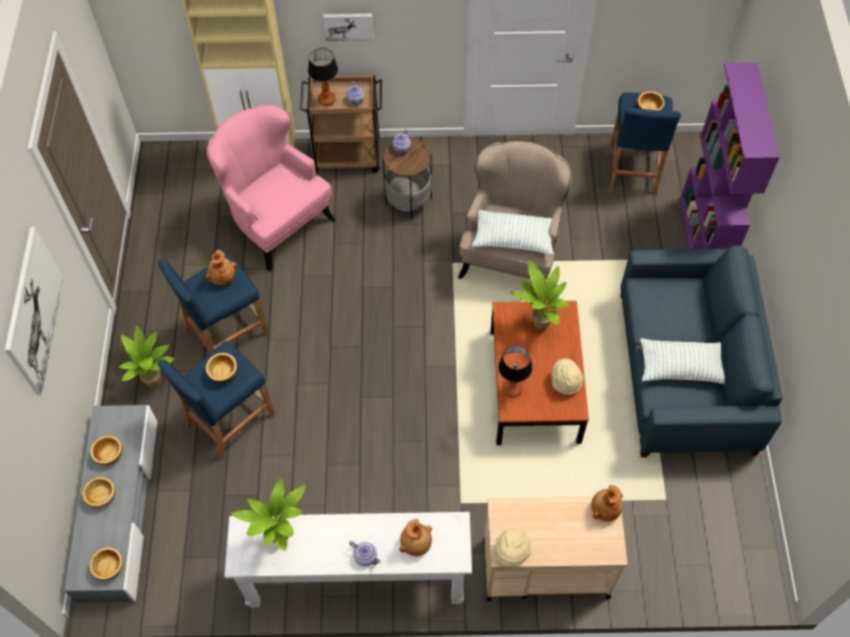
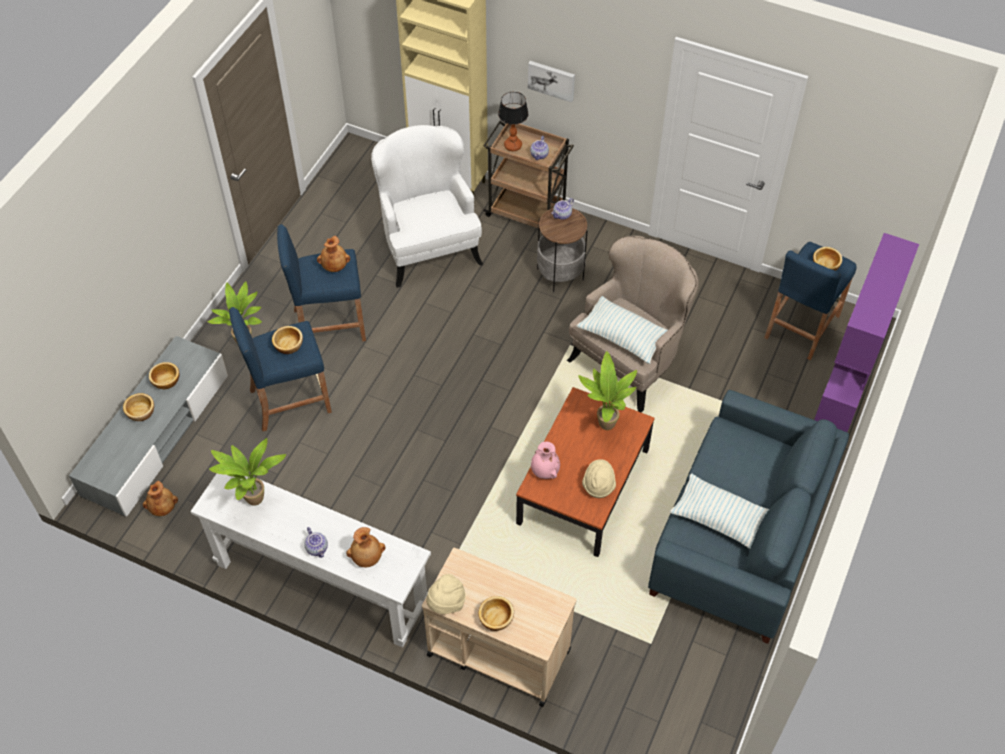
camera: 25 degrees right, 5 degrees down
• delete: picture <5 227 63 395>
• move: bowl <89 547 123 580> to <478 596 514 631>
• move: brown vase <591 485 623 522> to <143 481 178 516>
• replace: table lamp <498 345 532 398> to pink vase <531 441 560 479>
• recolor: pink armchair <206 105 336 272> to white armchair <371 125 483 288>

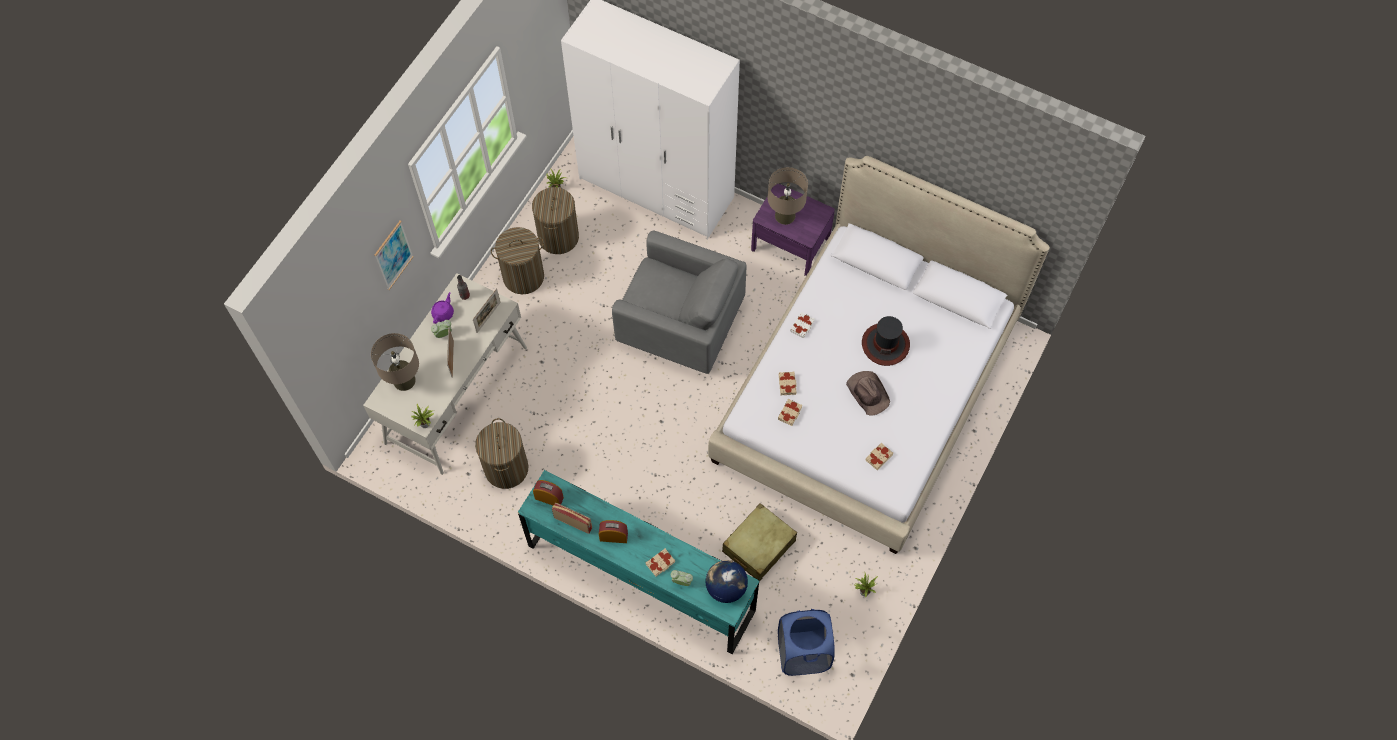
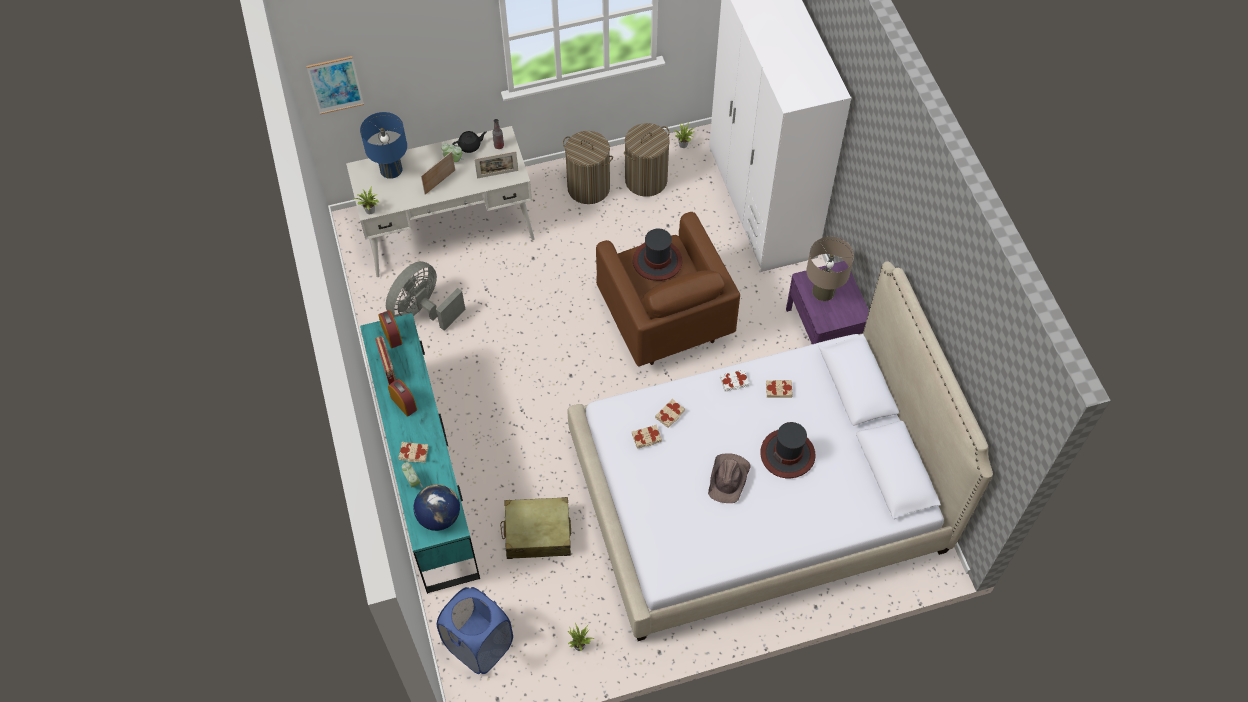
camera: 45 degrees right, 5 degrees down
• insert: hat <633 228 682 281>
• move: picture <374 220 414 290> to <306 56 364 114>
• move: beige book <865 443 893 470> to <766 380 793 398>
• replace: laundry basket <475 418 528 489> to grey fan <386 261 465 331>
• recolor: beige table lamp <371 333 419 391> to blue table lamp <360 112 407 179>
• recolor: purple teapot <431 292 454 324> to black teapot <452 131 487 153>
• recolor: grey armchair <612 231 746 374> to brown armchair <596 212 740 366>

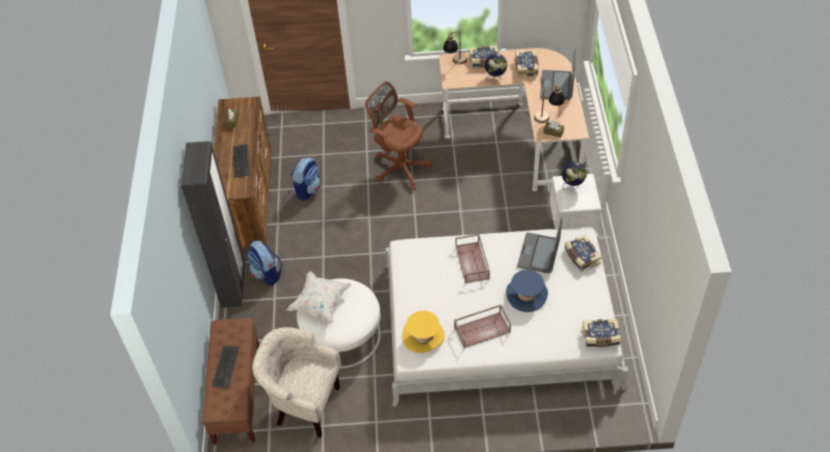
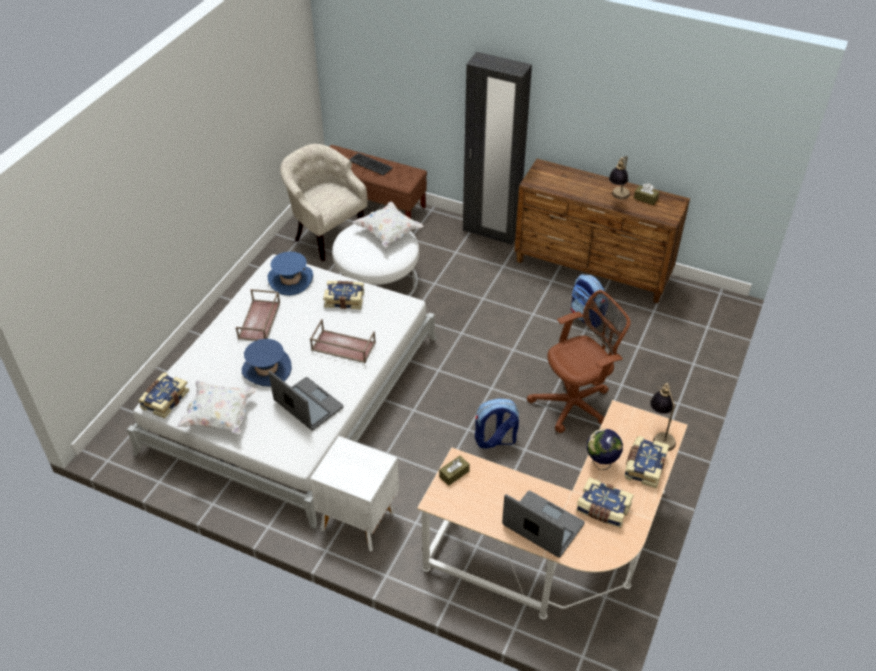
camera: 115 degrees right, 5 degrees down
• delete: keyboard <233 144 250 178>
• delete: globe <562 161 586 190>
• insert: white pillow <177 380 257 434>
• move: backpack <247 241 282 286> to <475 398 519 449>
• move: table lamp <534 84 565 123> to <609 156 630 199>
• move: book <564 235 602 271> to <323 281 364 309>
• recolor: yellow hat <402 311 445 353> to blue hat <267 252 313 296>
• rotate: beige armchair <252 327 341 437> = <280 144 368 261> 90 degrees counterclockwise

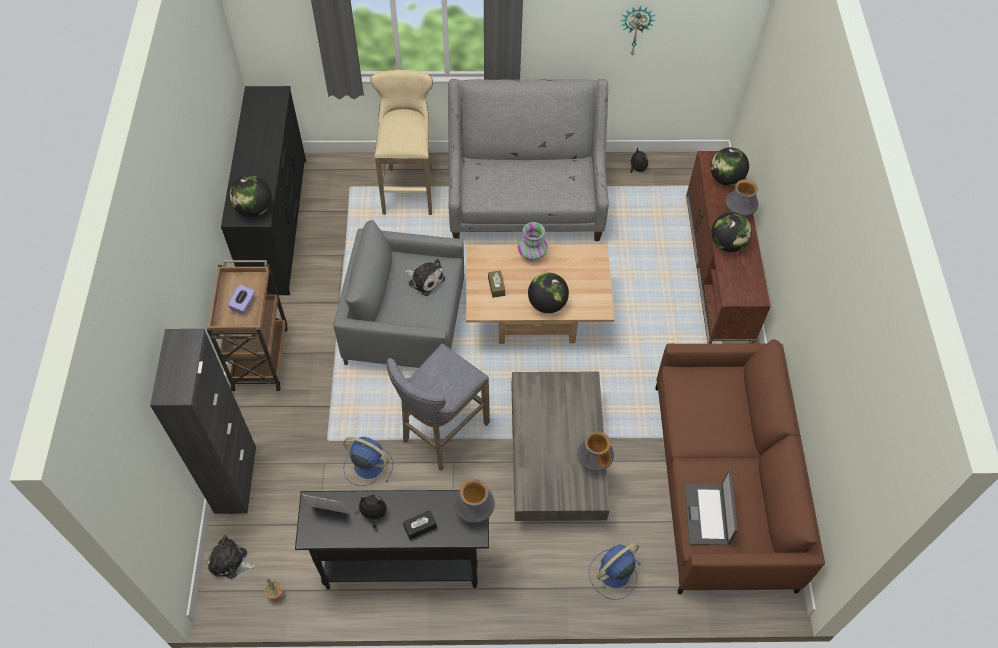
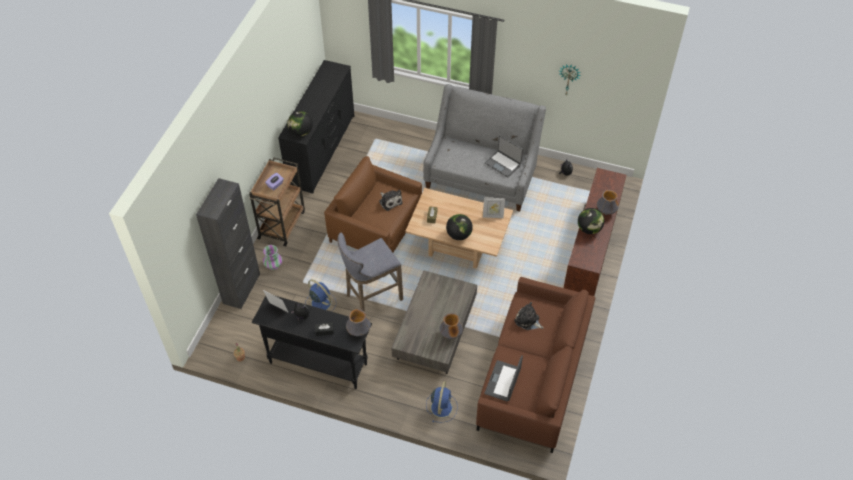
camera: 20 degrees right, 5 degrees down
• delete: beige stool <371 70 433 215>
• delete: globe <710 147 749 186>
• insert: picture frame <483 197 505 218>
• insert: laptop <485 136 523 178>
• move: plush toy <208 535 256 579> to <514 302 544 330>
• move: vase <518 222 548 261> to <263 245 282 270>
• recolor: grey armchair <333 220 464 368> to brown armchair <324 156 422 252>
• rotate: blue fan <588 543 641 600> = <426 381 458 423> 120 degrees clockwise

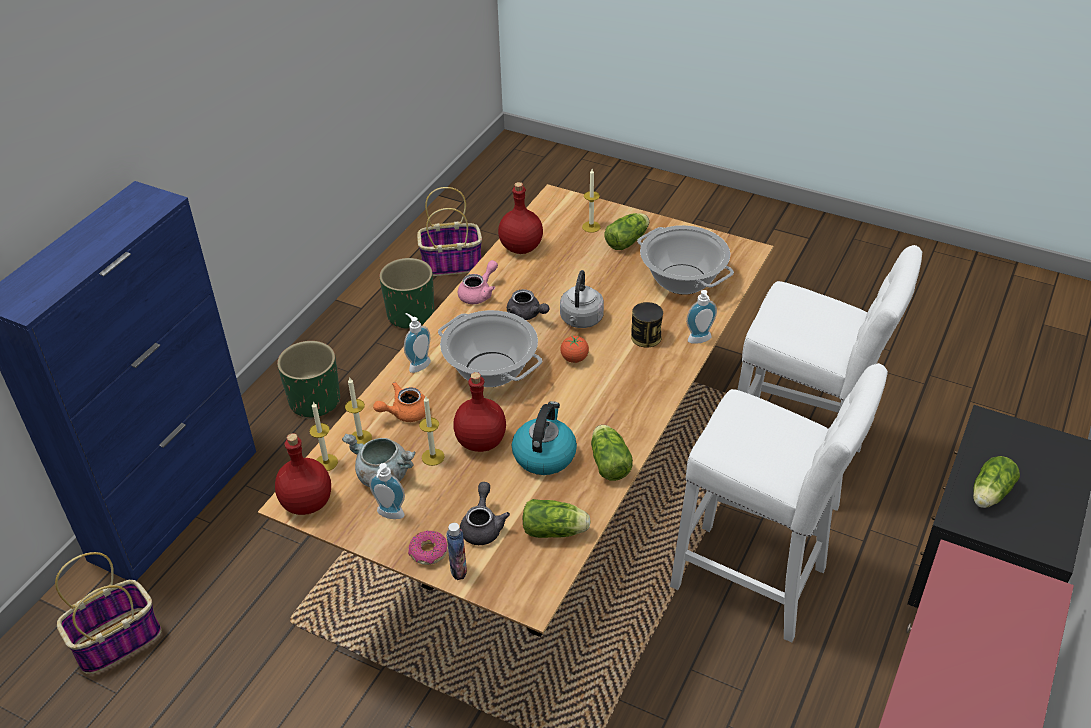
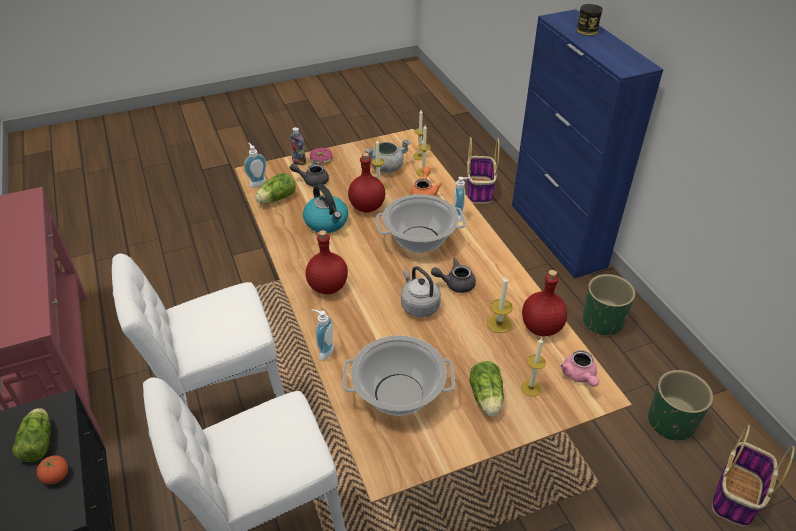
camera: 130 degrees right, 0 degrees up
• delete: lettuce <591 425 633 481>
• insert: candle <487 276 513 333>
• move: red bottle <275 433 331 515> to <306 230 348 294>
• move: soap dispenser <369 463 405 519> to <244 143 267 188>
• move: pink teapot <458 260 498 304> to <560 350 599 387>
• move: tomato <560 336 589 363> to <37 455 68 484>
• move: can <631 302 663 348> to <577 4 603 36>
• rotate: grey teapot <460 482 510 545> = <289 159 329 186> 135 degrees clockwise

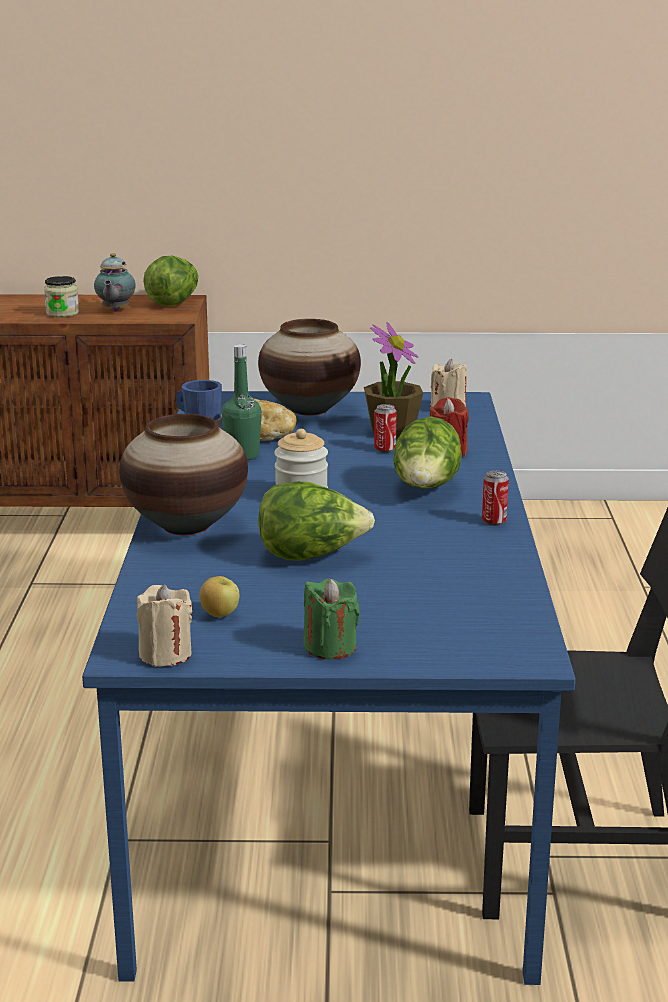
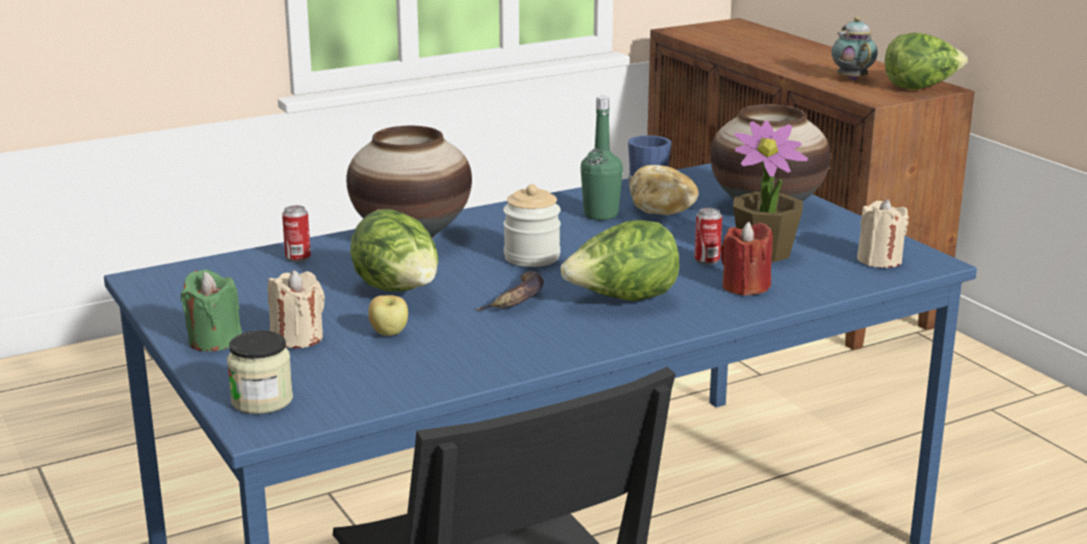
camera: 60 degrees right, 0 degrees up
• insert: banana <474 271 544 311>
• move: jar <44 276 79 317> to <227 330 293 414>
• move: beige candle <137 584 192 667> to <268 270 325 348>
• move: apple <199 576 239 617> to <368 295 408 336>
• move: can <482 470 509 526> to <282 205 311 262>
• rotate: teapot <94 253 136 311> = <831 17 878 81> 105 degrees clockwise

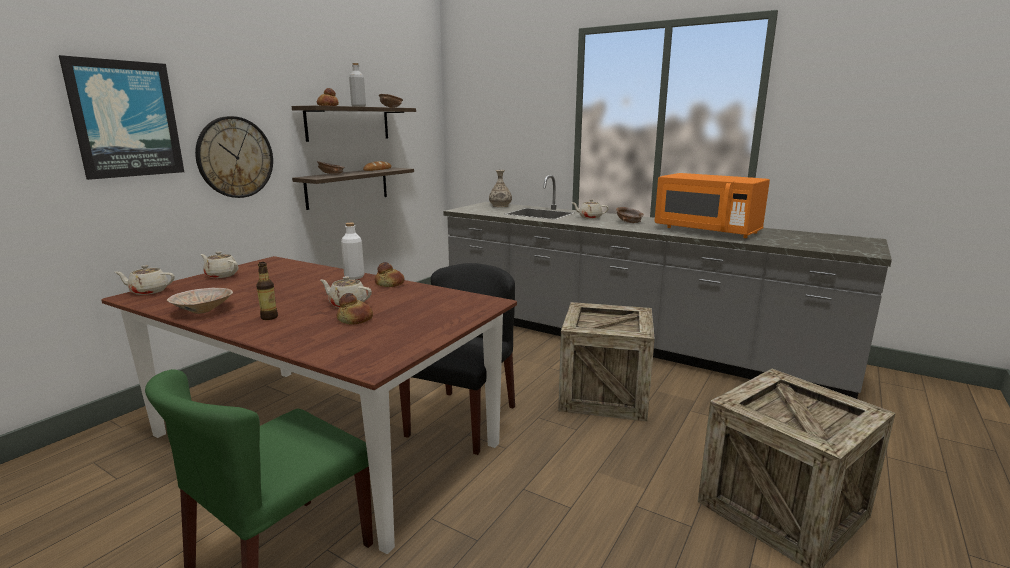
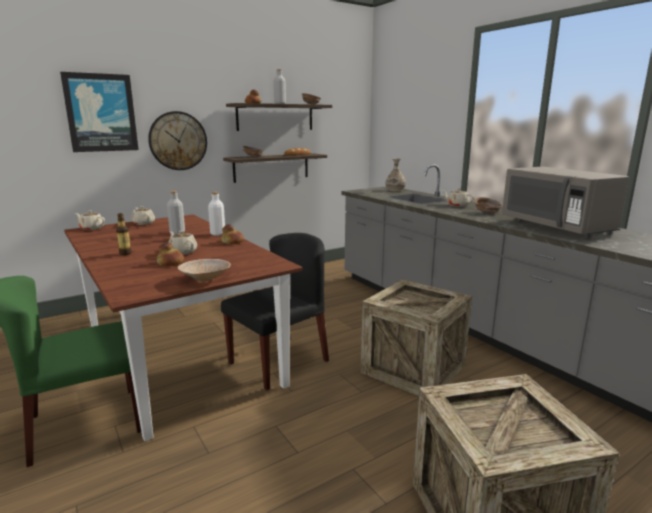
camera: 25 degrees right, 0 degrees up
• insert: grey bottle <167 191 185 234>
• move: beige bowl <167 288 233 314> to <178 259 231 282>
• recolor: orange microwave <655 173 770 238> to grey microwave <502 167 630 238>

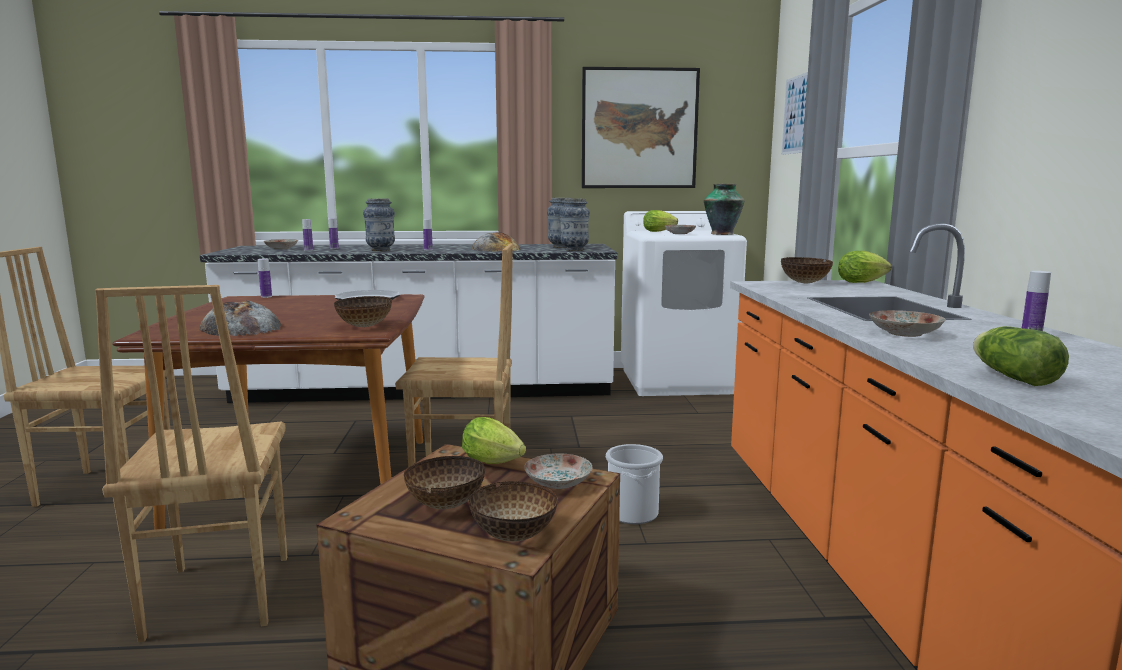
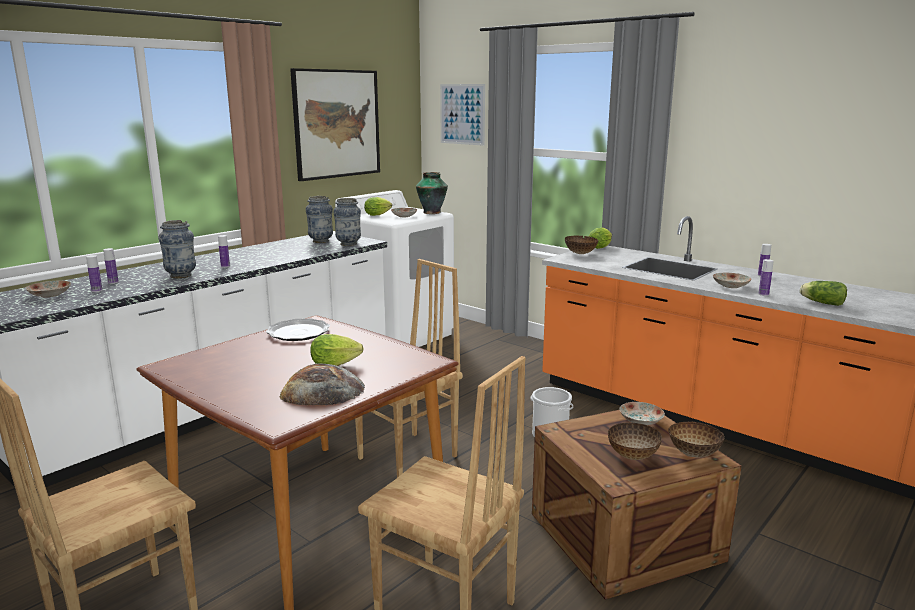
camera: 45 degrees left, 5 degrees up
• delete: bowl <333 296 392 327>
• delete: bread <471 232 520 252>
• move: bottle <258 259 272 298> to <758 259 773 296>
• move: lettuce <462 417 526 464> to <310 334 364 366>

